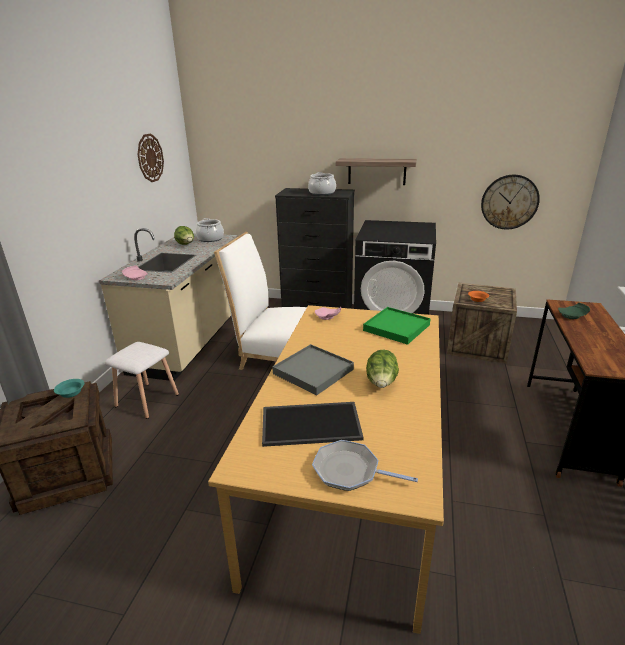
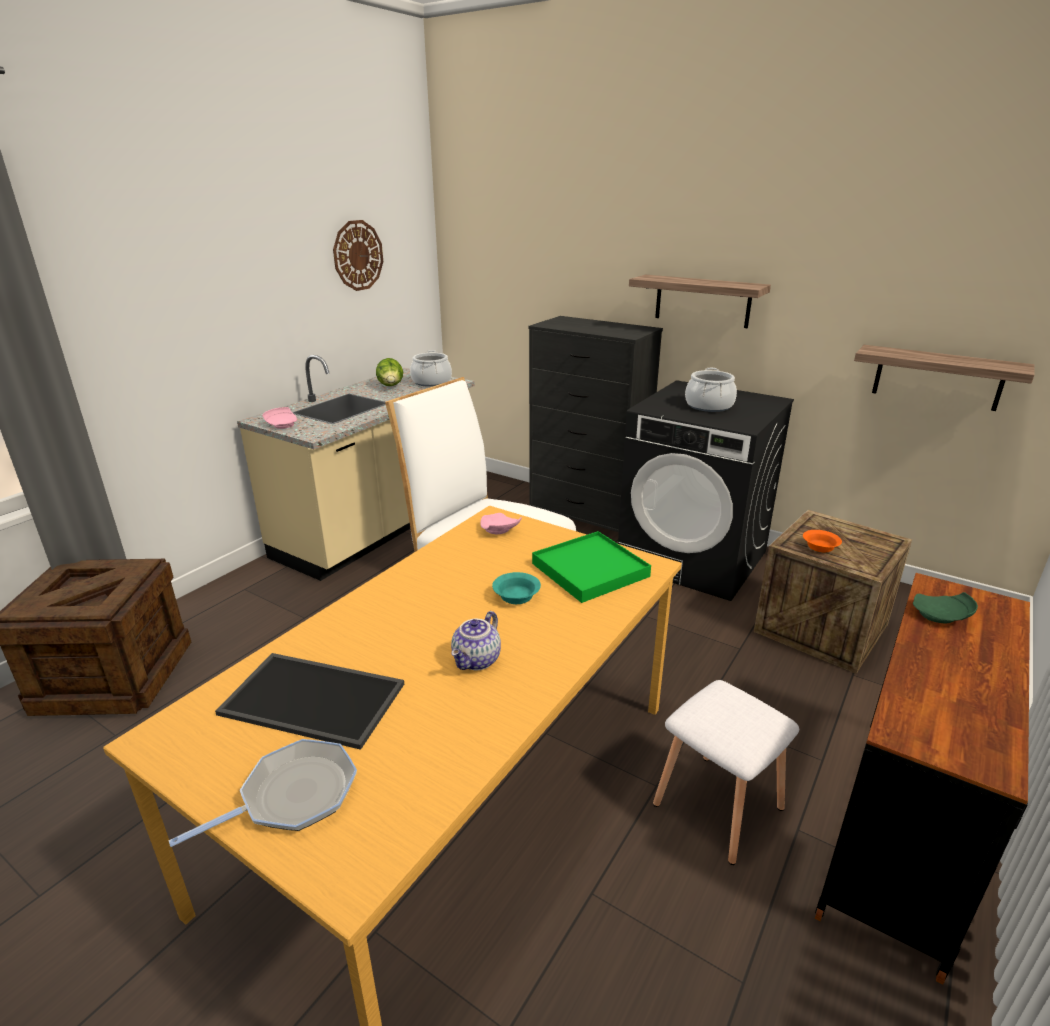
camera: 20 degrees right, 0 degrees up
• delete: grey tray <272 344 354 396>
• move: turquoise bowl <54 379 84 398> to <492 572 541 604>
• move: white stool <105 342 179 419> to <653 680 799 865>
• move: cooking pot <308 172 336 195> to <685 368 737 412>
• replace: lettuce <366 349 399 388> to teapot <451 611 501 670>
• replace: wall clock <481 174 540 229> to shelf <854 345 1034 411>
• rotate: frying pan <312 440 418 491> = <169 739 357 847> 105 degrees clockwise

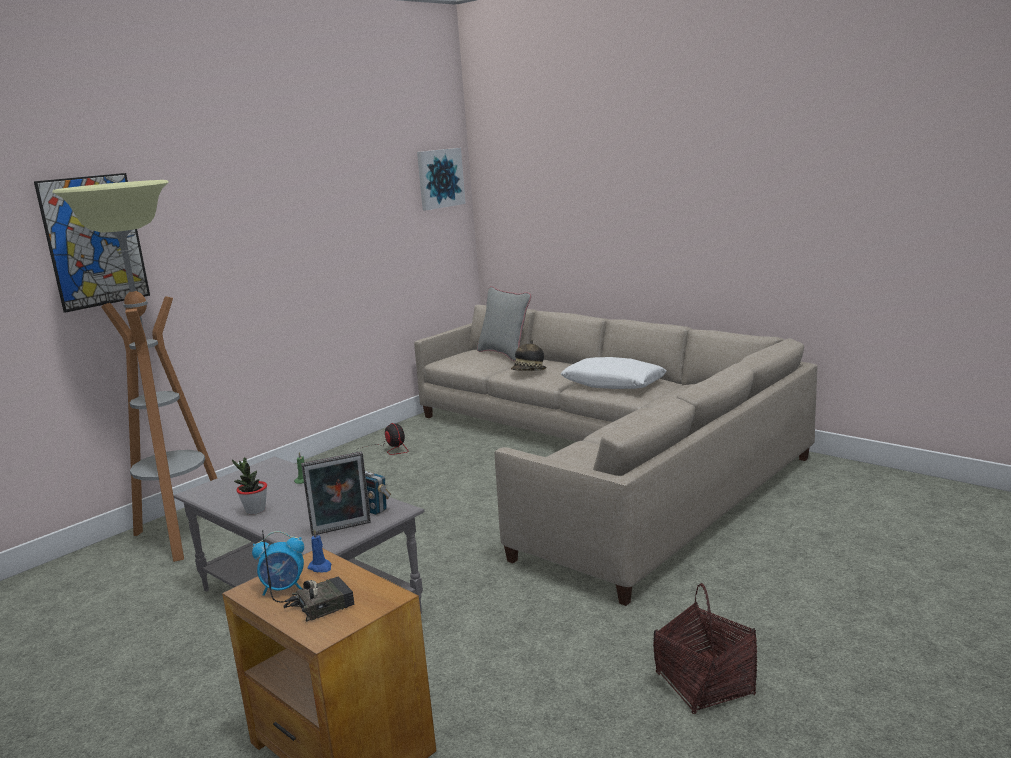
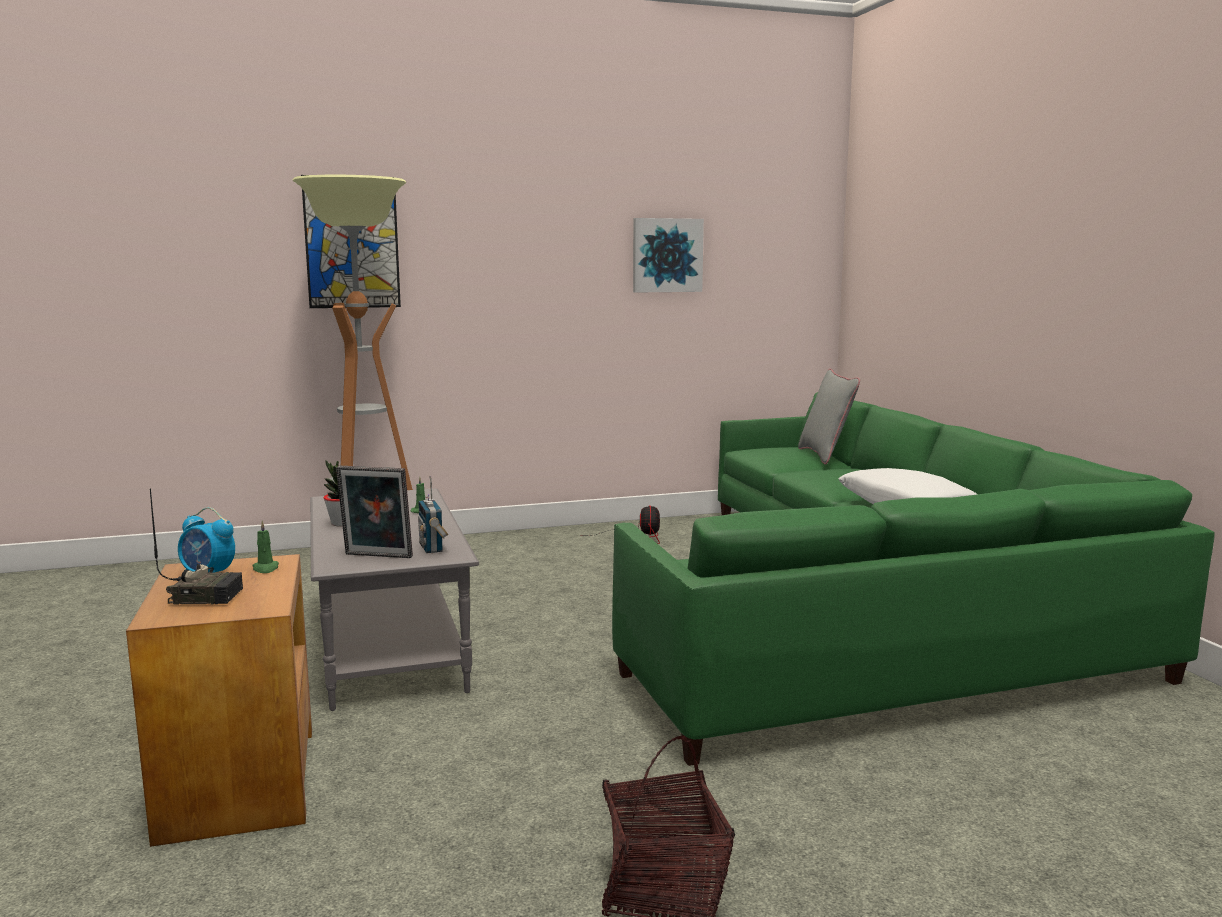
camera: 30 degrees right, 5 degrees down
• delete: hat <511 340 547 371>
• move: picture <417 148 466 210> to <633 218 704 293>
• recolor: blue candle <308 529 331 572> to green candle <252 521 279 573>
• recolor: beige sofa <414 305 817 606> to green sofa <612 392 1215 766>

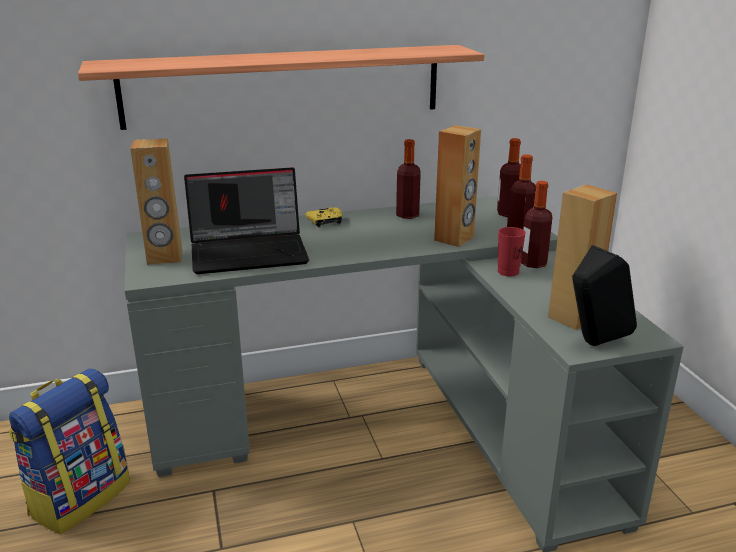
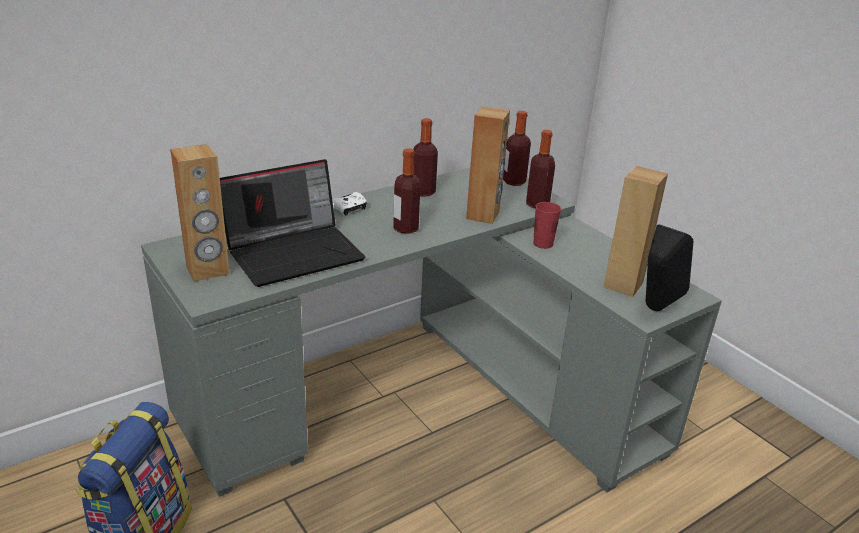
camera: 20 degrees left, 5 degrees up
• delete: shelf <78 45 484 130>
• move: bottle <521 181 553 268> to <393 148 421 234>
• recolor: yellow game controller <305 207 342 227> to white game controller <332 192 367 216>

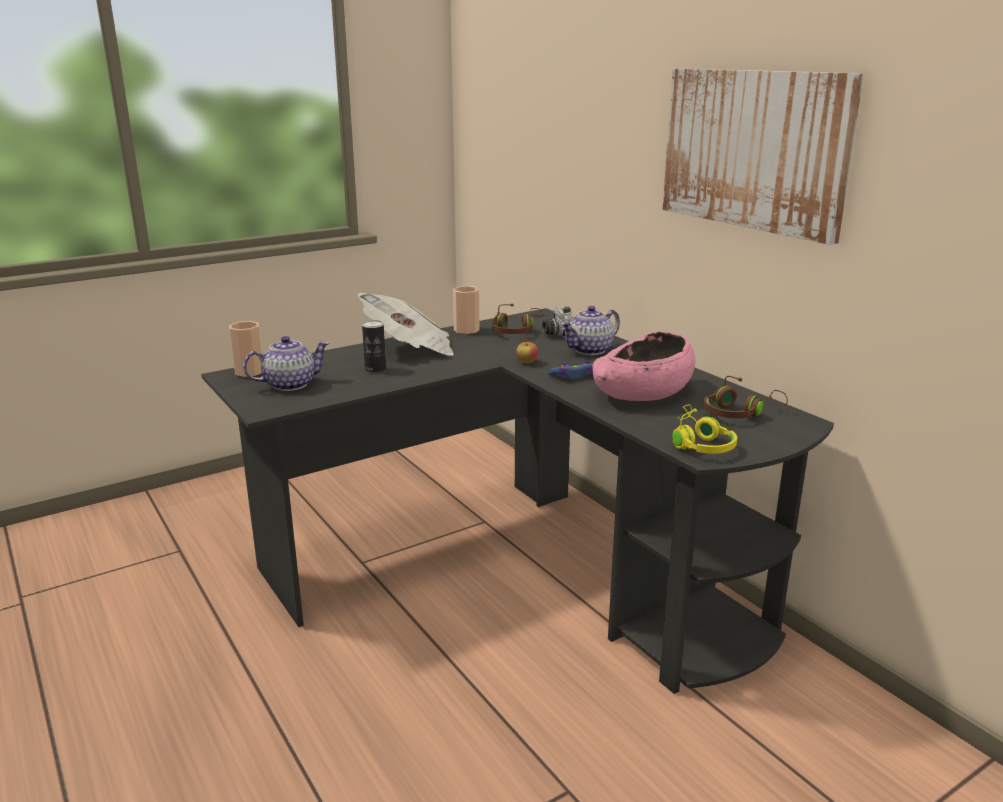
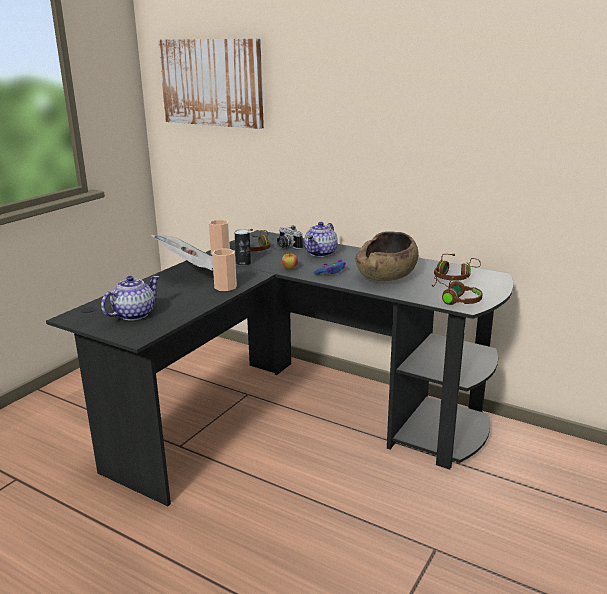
camera: 25 degrees left, 0 degrees up
• move: cup <229 321 262 377> to <212 249 237 291>
• move: can <362 320 386 373> to <235 229 251 266>
• move: picture <663 69 864 245> to <158 39 264 129>
• recolor: pink bowl <592 331 695 401> to brown bowl <356 231 418 281>
• recolor: yellow headphones <672 405 737 454> to brown headphones <432 276 483 305>

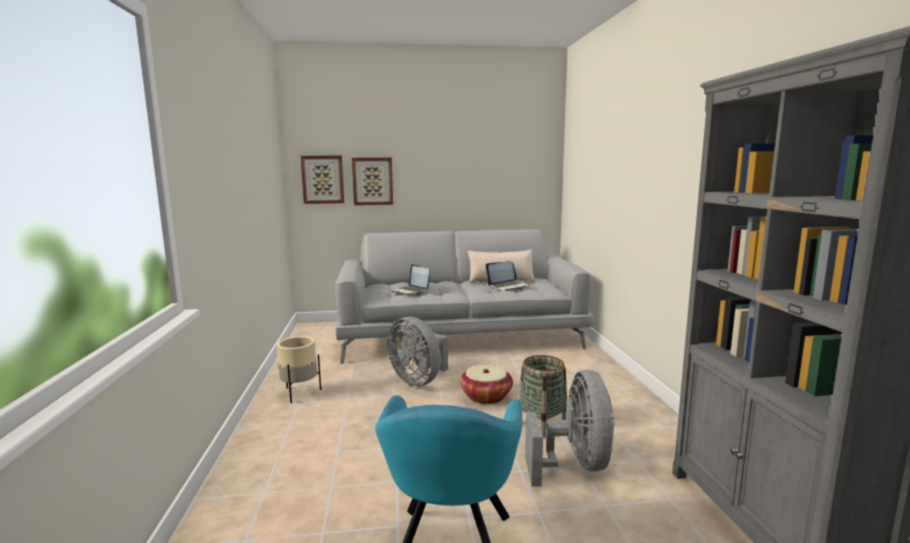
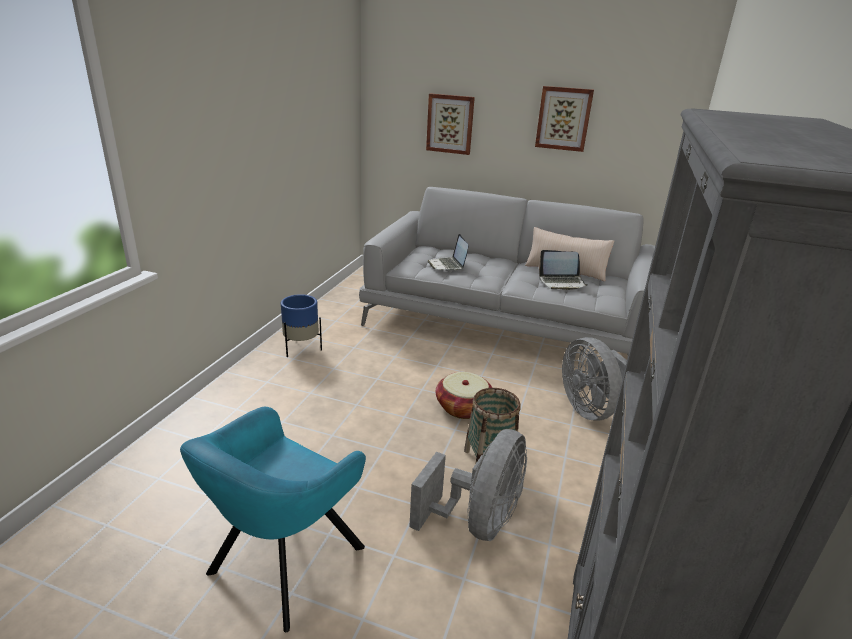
camera: 25 degrees right, 15 degrees up
• move: picture <301 156 344 204> to <535 86 594 152>
• move: grey fan <387 317 448 386> to <562 337 627 421>
• recolor: beige planter <277 336 321 403> to blue planter <281 294 322 357>

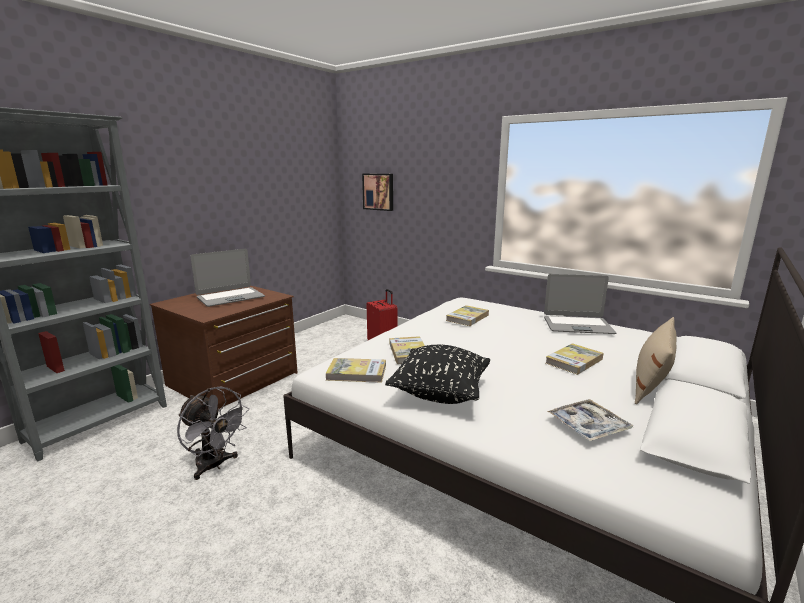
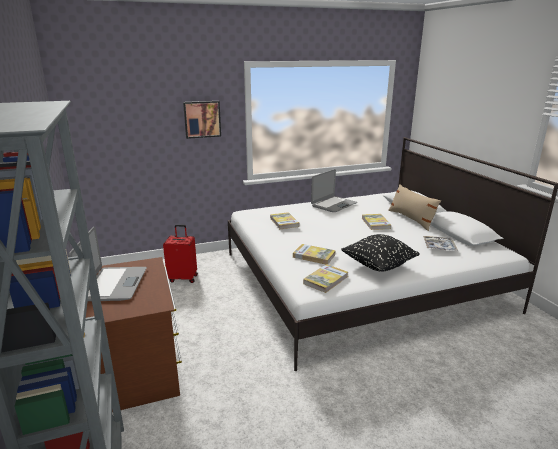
camera: 55 degrees left, 5 degrees up
• delete: grey fan <177 386 249 480>
• move: picture <362 173 393 211> to <183 101 221 139>

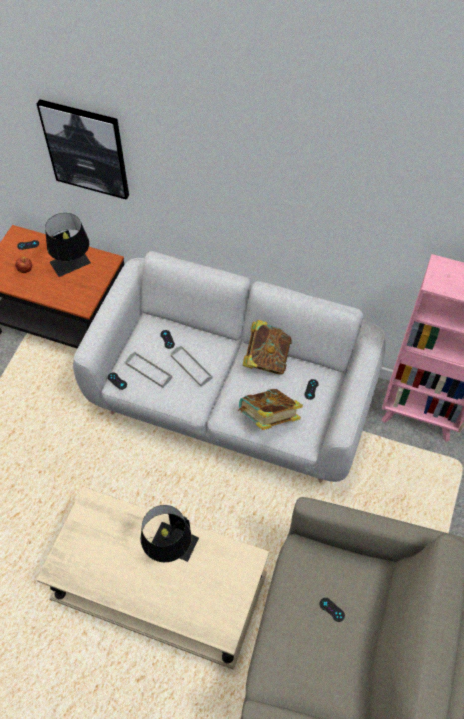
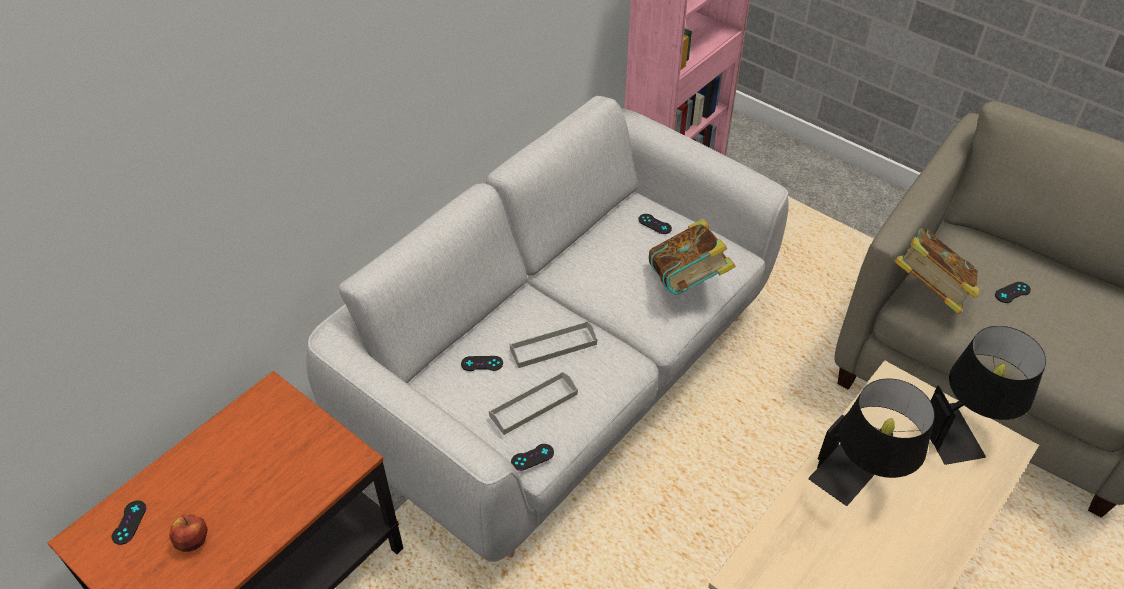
camera: 70 degrees left, 10 degrees down
• delete: picture <37 100 129 200>
• move: black table lamp <45 213 91 277> to <930 326 1046 465>
• move: book <242 320 292 374> to <894 228 979 314>

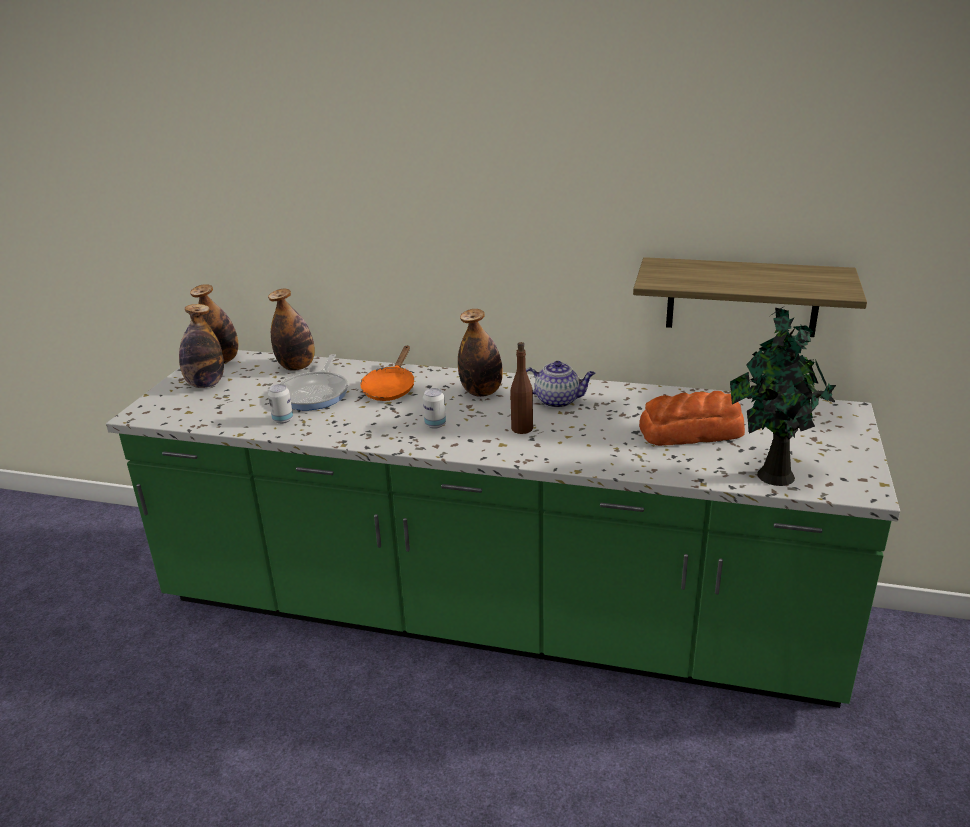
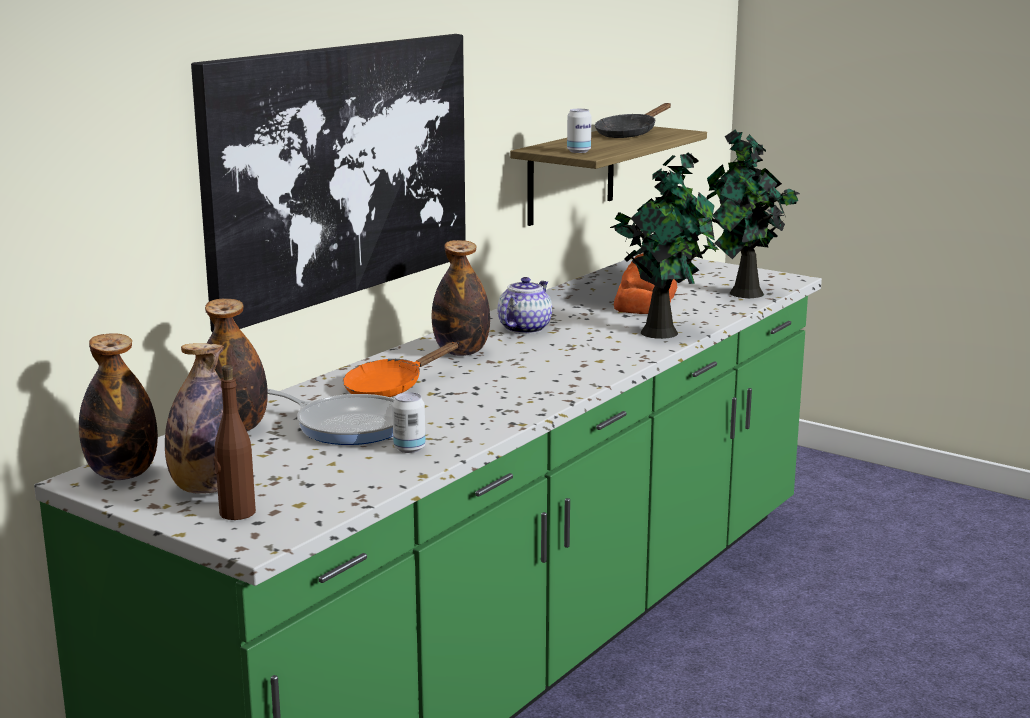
camera: 70 degrees left, 10 degrees down
• insert: picture <191 34 466 332>
• insert: black frying pan <595 103 671 138>
• insert: potted plant <610 153 719 339>
• move: can <423 388 446 429> to <567 109 592 153>
• move: brown bottle <510 342 533 434> to <214 365 256 520>
• rotate: orange frying pan <360 345 414 401> = <343 342 459 397> 105 degrees clockwise

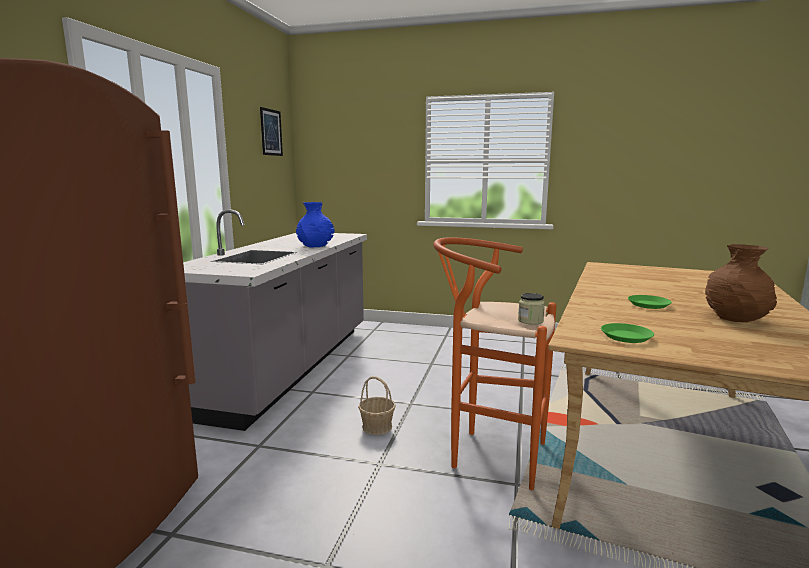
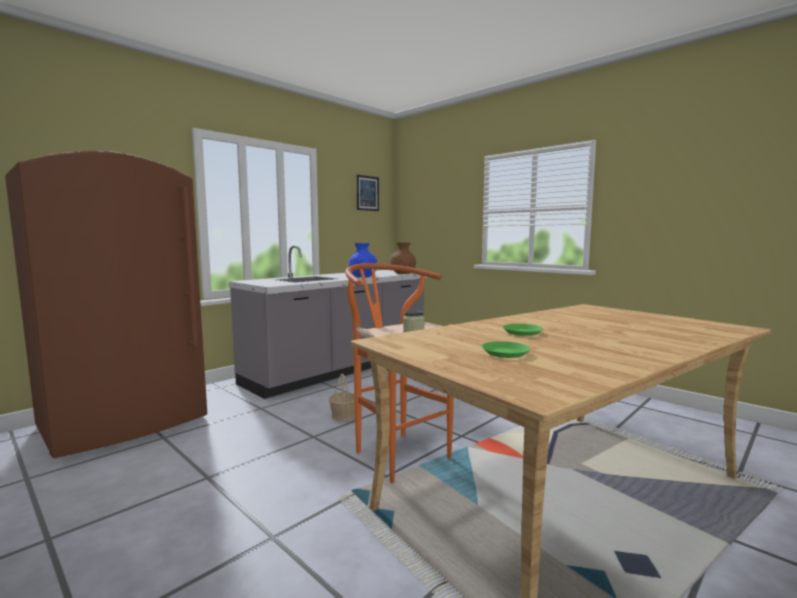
camera: 30 degrees right, 5 degrees down
• move: green plate <601 323 654 343> to <482 341 530 358>
• move: brown vase <705 244 777 322> to <390 243 416 274>

